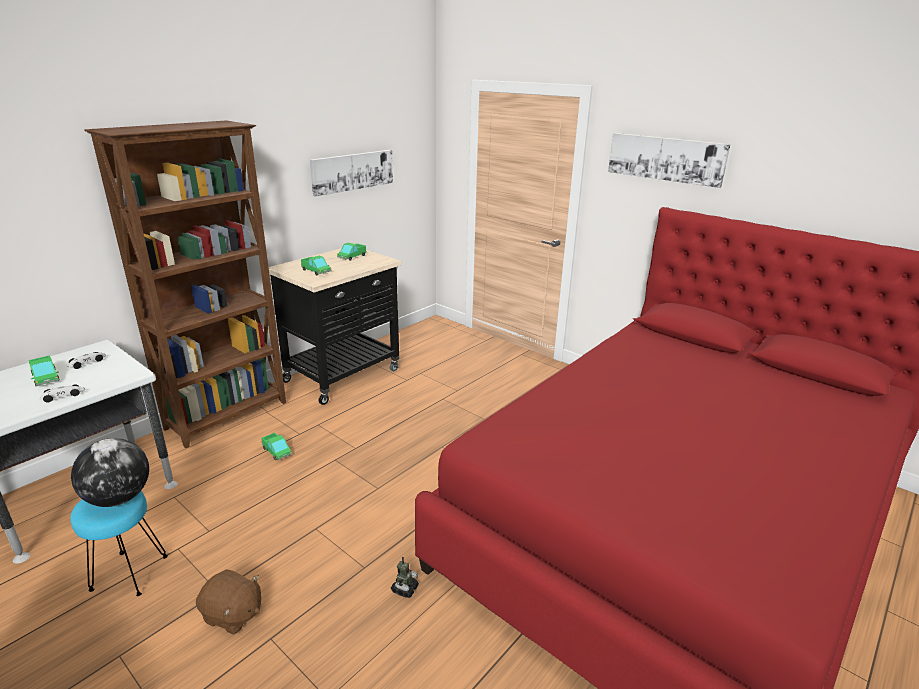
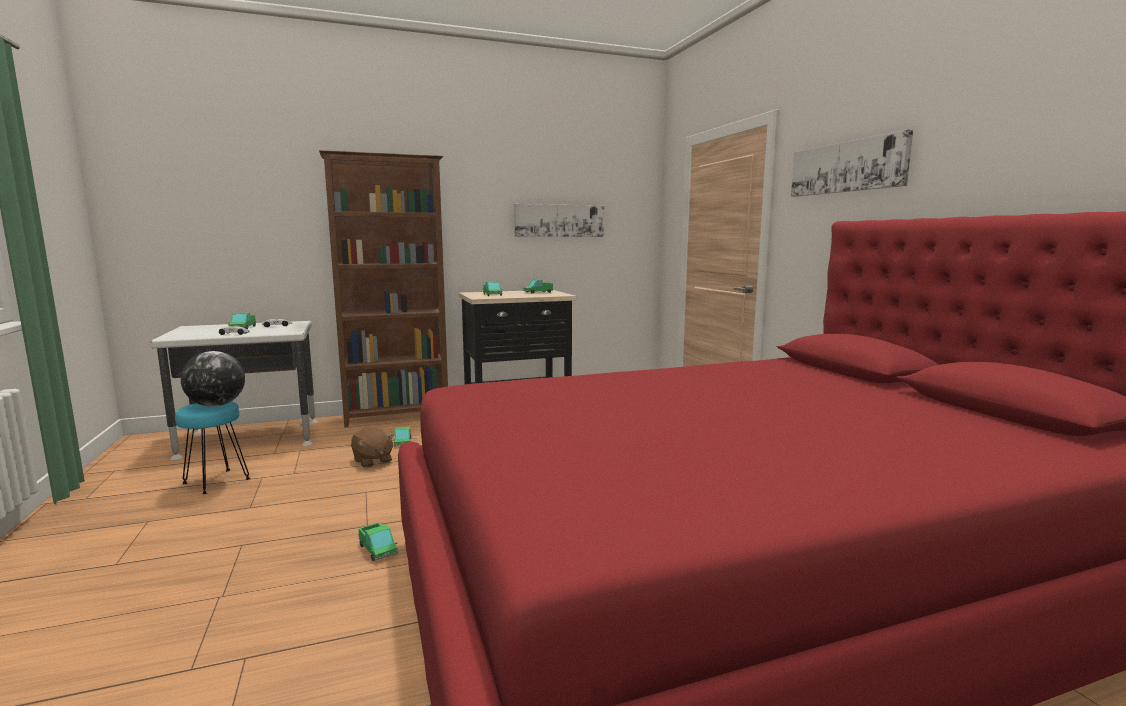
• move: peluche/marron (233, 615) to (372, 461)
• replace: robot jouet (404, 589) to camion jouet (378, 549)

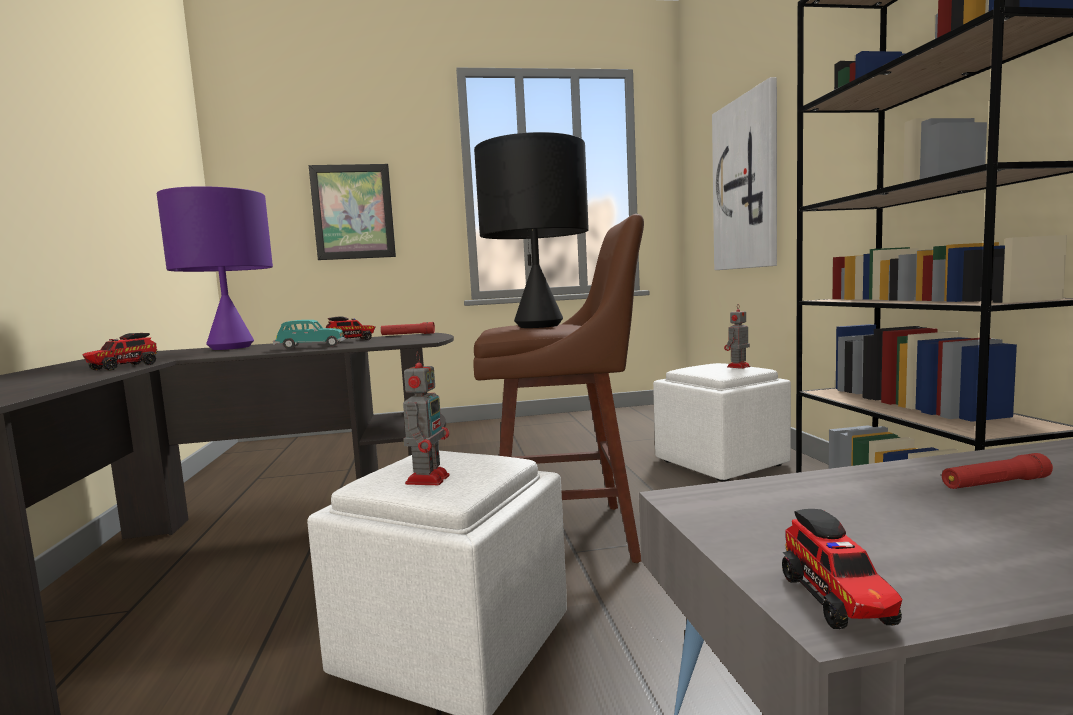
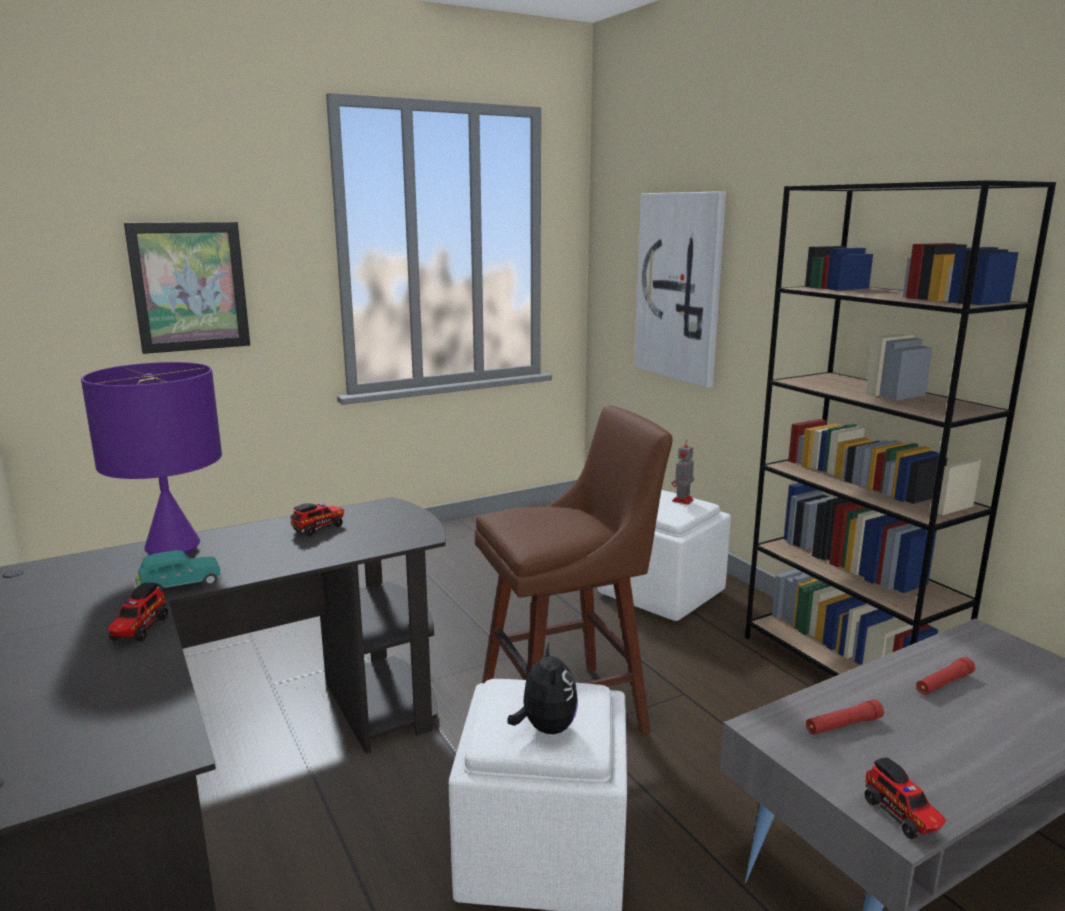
• move: petite voiture/turquoise (310, 347) to (179, 586)
• replace: robot jouet (428, 479) to peluche (545, 728)
• move: lampe de poche/rouge (408, 334) to (843, 725)
• delete: lampe de table/noir (539, 326)

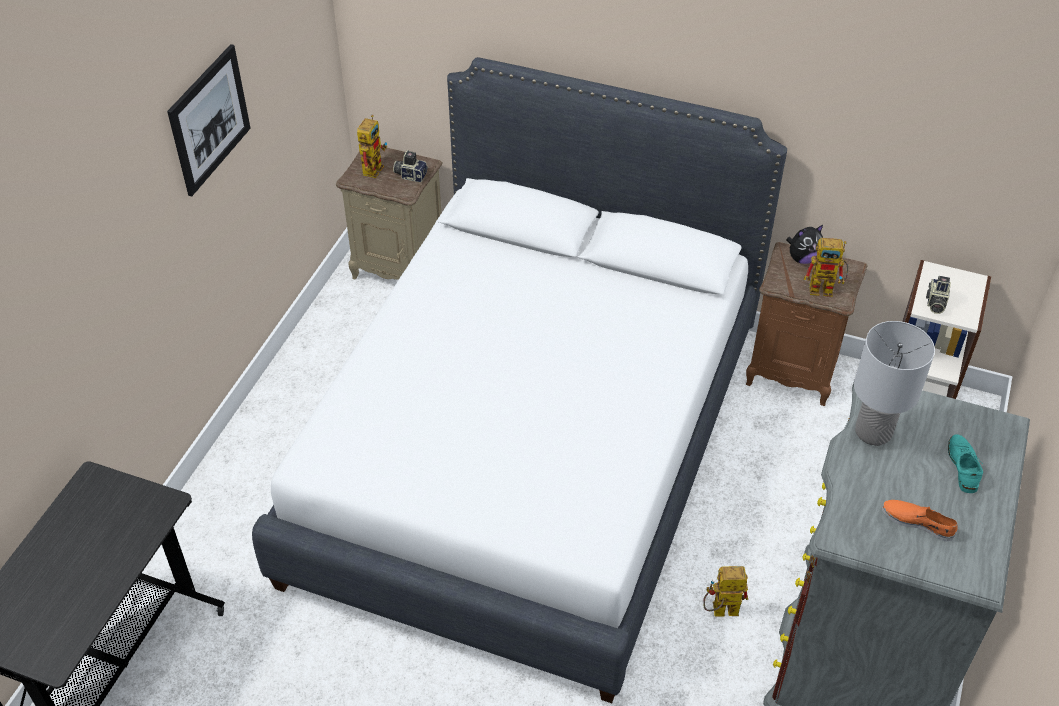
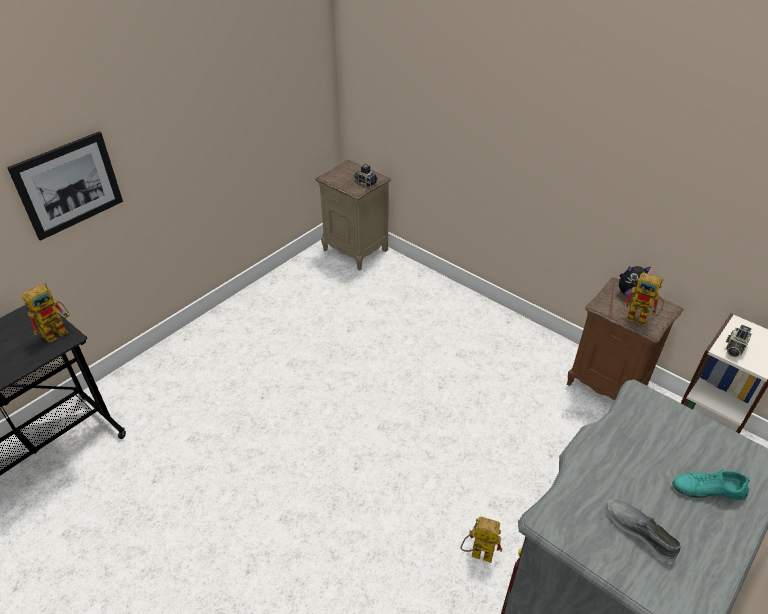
• move: tableau (209, 119) to (69, 185)
• move: robot jouet (373, 167) to (59, 330)
• recolor: chaussure/orange (917, 522) to chaussure/gris (640, 531)
• rotate: chaussure/turquoise (963, 466) = (708, 489) 105 degrees counterclockwise
• delete: lit/blanc (530, 453)
• delete: lampe de table/gris (872, 434)

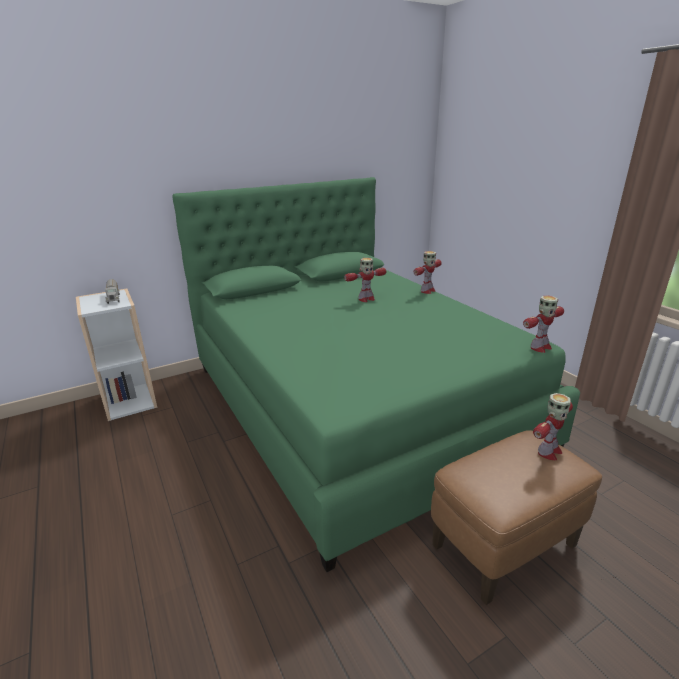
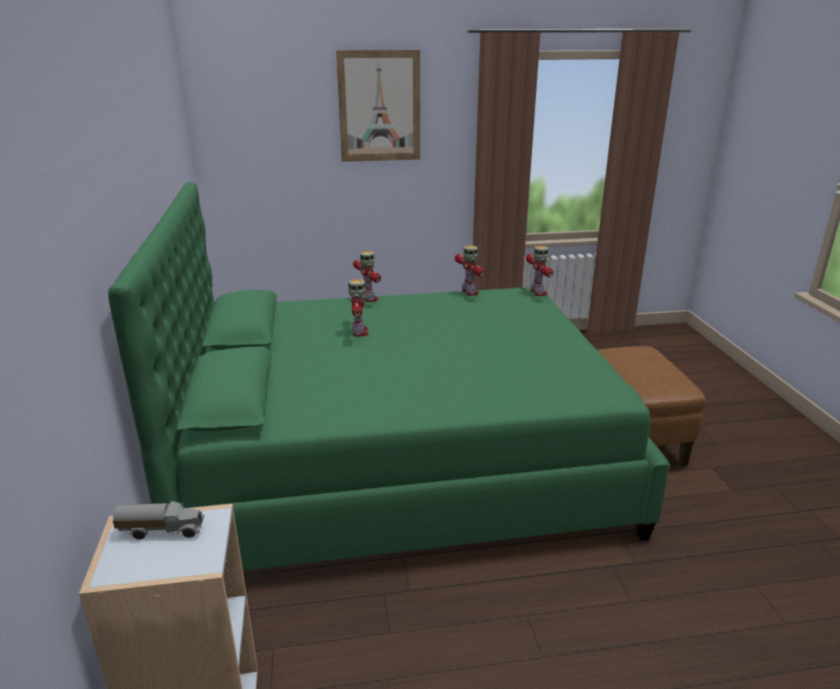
• insert: tableau (379, 106)
• move: robot jouet (548, 452) to (469, 292)

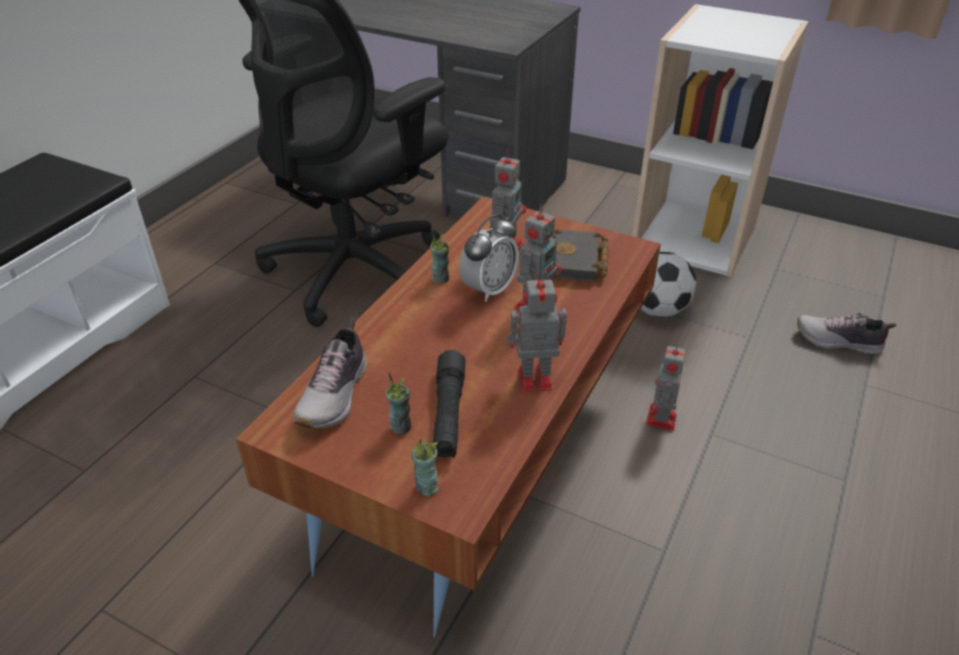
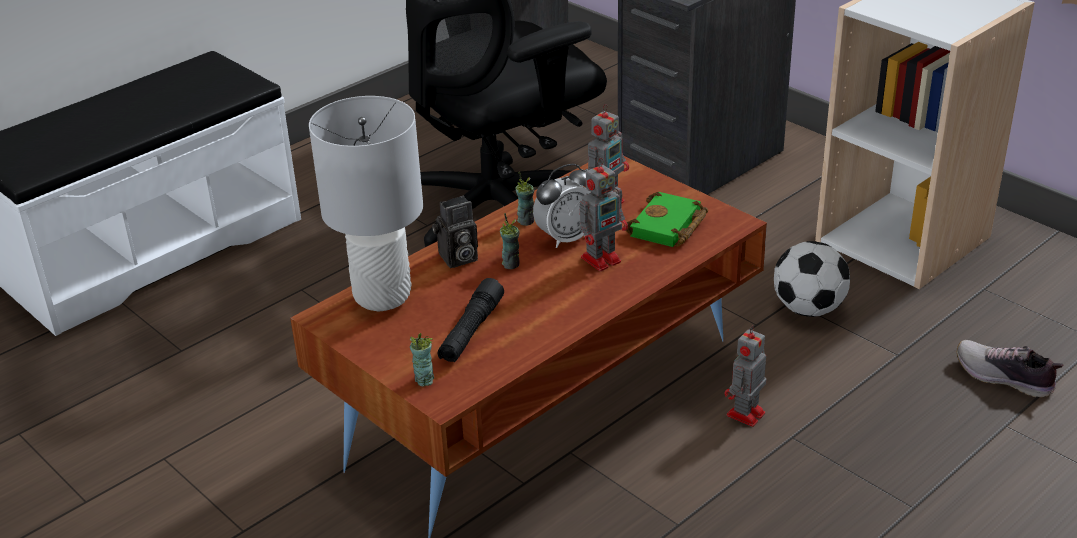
• replace: chaussure (335, 394) to lampe de table/gris (384, 300)
• insert: appareil photo (457, 259)
• move: tasse (401, 426) to (511, 264)
• recolor: livre/noir (578, 262) to livre/vert (668, 227)
• delete: robot jouet (532, 378)

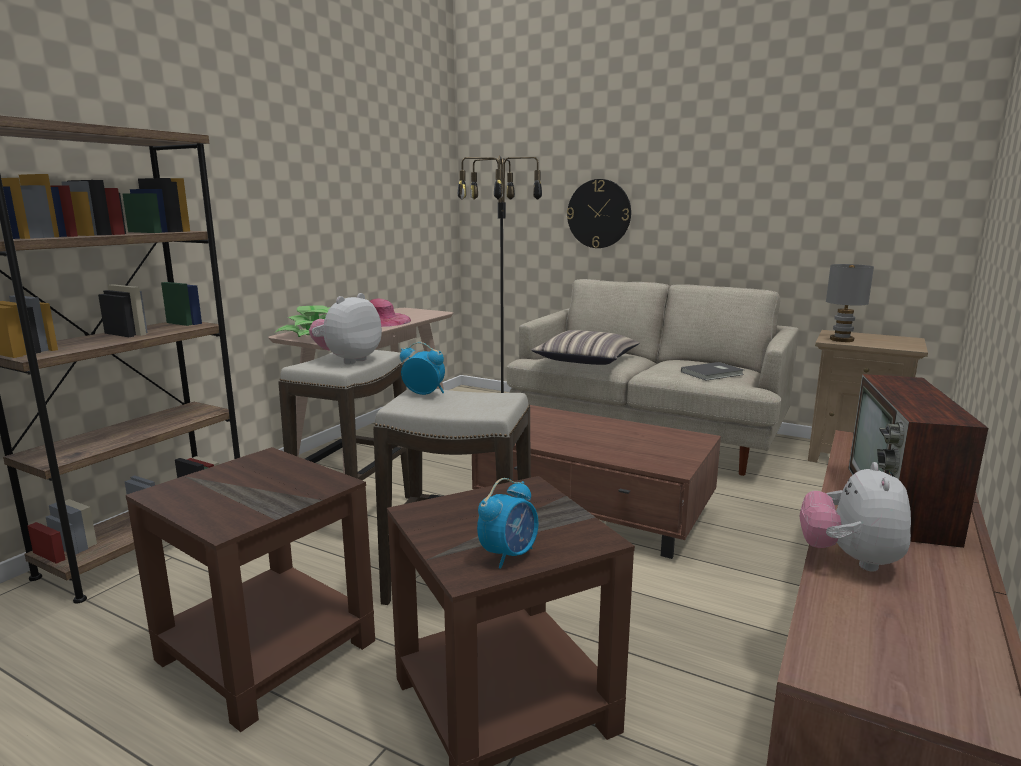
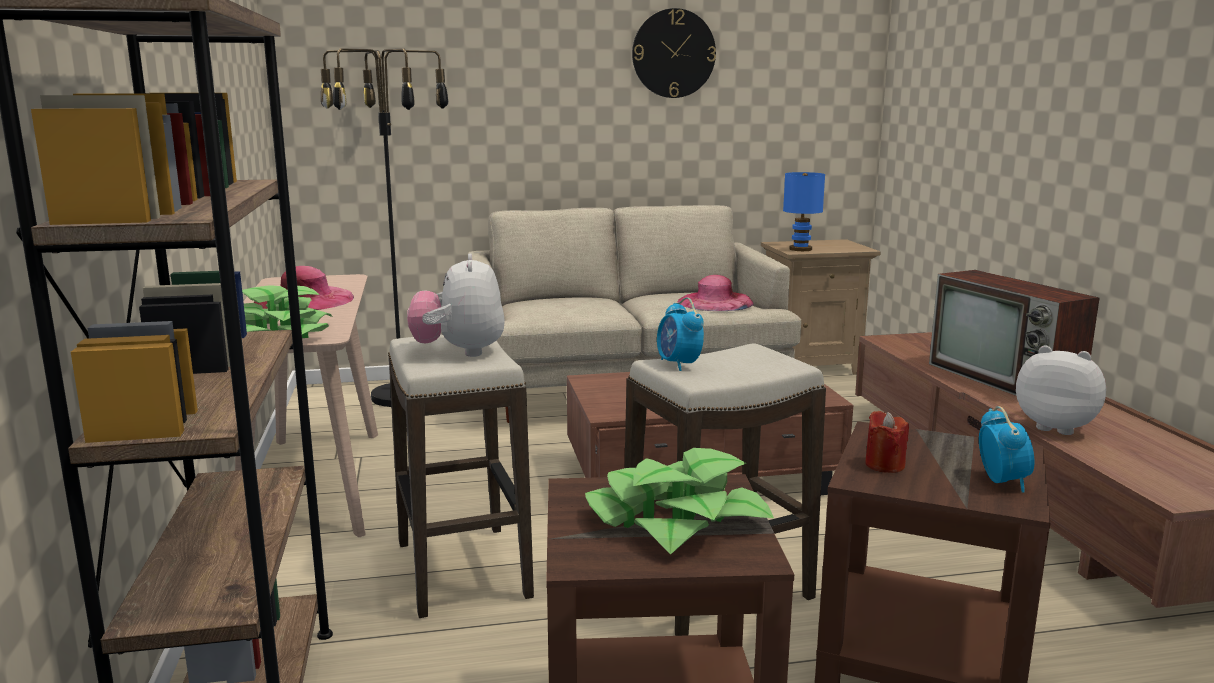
• insert: plante en pot (675, 521)
• move: horloge murale (599, 214) to (673, 53)
• rotate: réveil (424, 393) = (678, 364) 90 degrees counterclockwise
• replace: livre/gris (713, 373) to chapeau/rose (715, 302)
• recolor: lampe de table/gris (842, 340) to lampe de table/bleu (801, 249)
• insert: bougie/rouge (884, 465)
• rotate: peluche (850, 559) = (1056, 427) 150 degrees clockwise
• delete: coussin (586, 360)

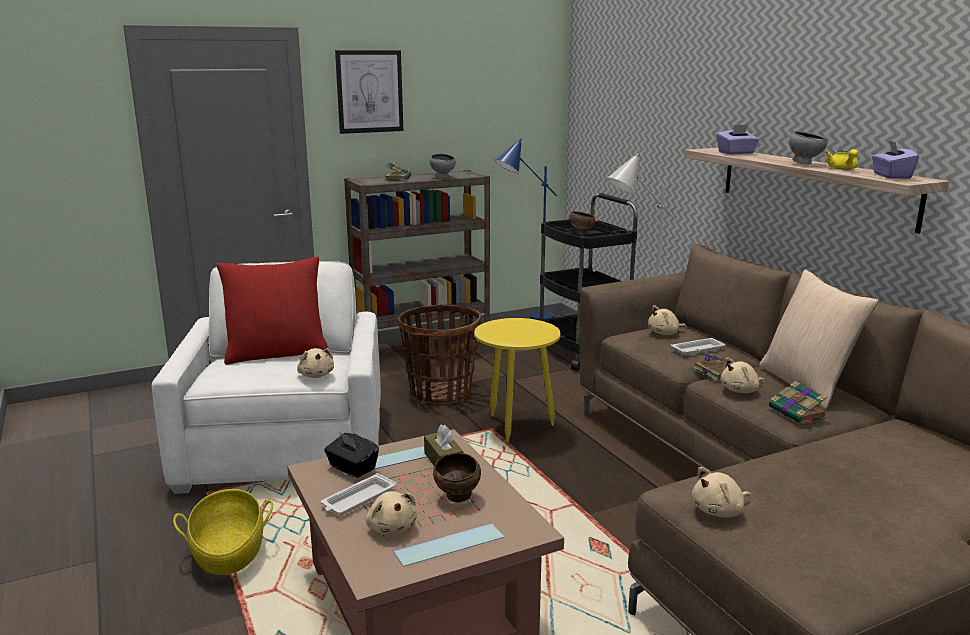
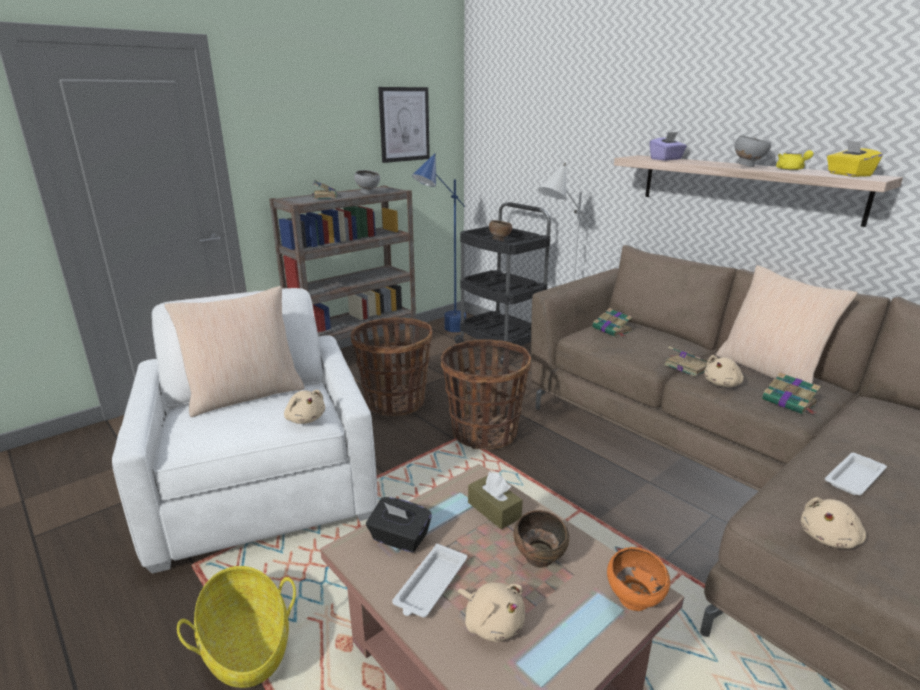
• recolor: coussin/rouge (277, 353) to coussin/beige (245, 395)
• move: tableau (369, 91) to (404, 124)
• replace: table d'appoint/jaune (516, 429) to panier (483, 433)
• replace: peluche/beige (665, 333) to livre (612, 330)
• insert: bol/orange (634, 603)
• move: plateau/blanc (698, 349) to (854, 477)
• recolor: boîte à mouchoirs/violet (891, 176) to boîte à mouchoirs/jaune (848, 175)

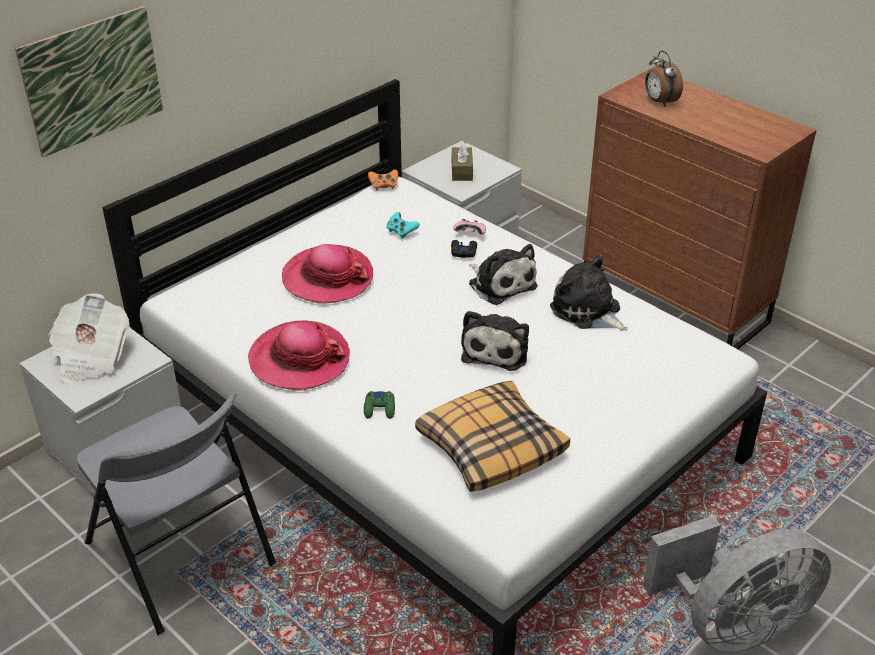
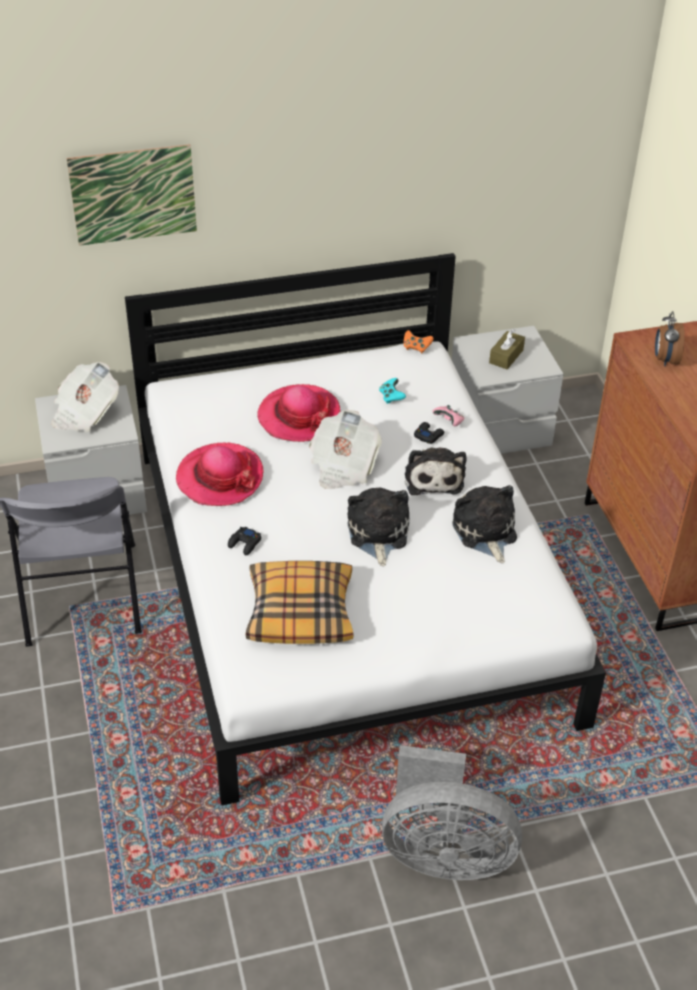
• recolor: manette/vert (380, 408) to manette/noir (245, 544)
• insert: journal (343, 466)
• rotate: peluche (496, 350) = (377, 534) 135 degrees clockwise

